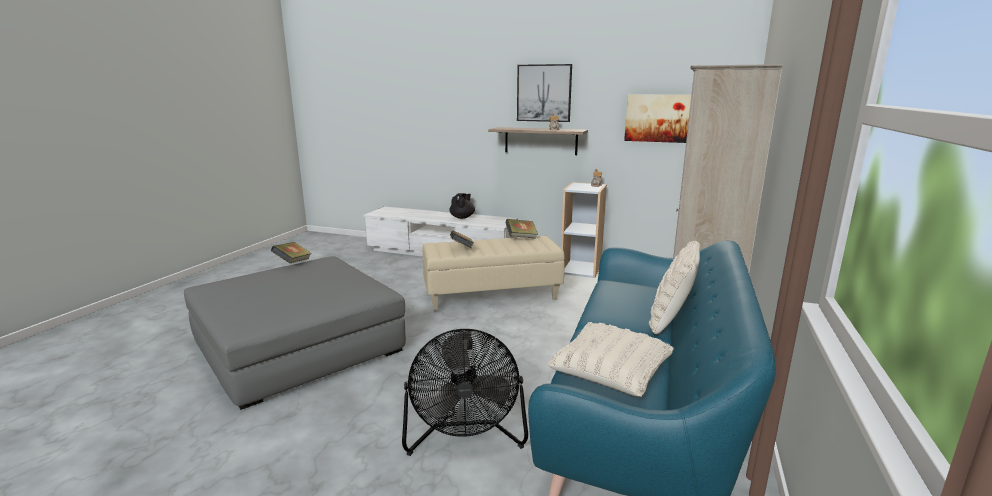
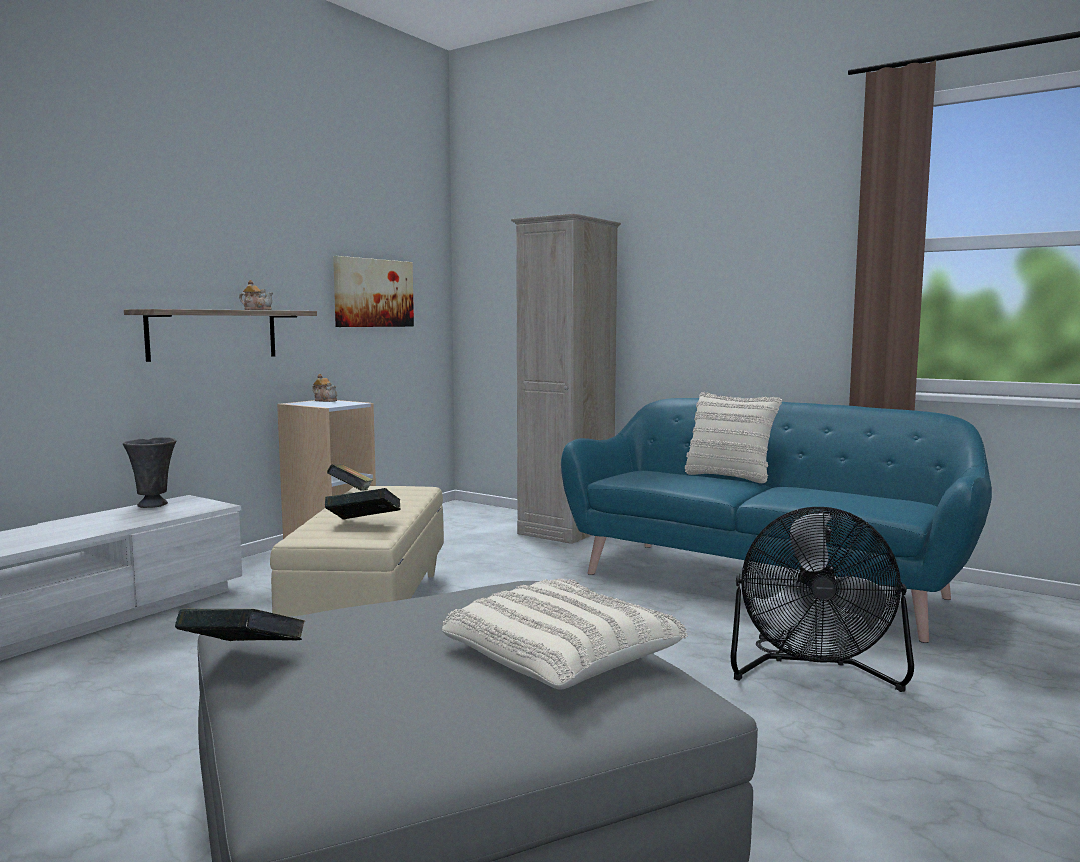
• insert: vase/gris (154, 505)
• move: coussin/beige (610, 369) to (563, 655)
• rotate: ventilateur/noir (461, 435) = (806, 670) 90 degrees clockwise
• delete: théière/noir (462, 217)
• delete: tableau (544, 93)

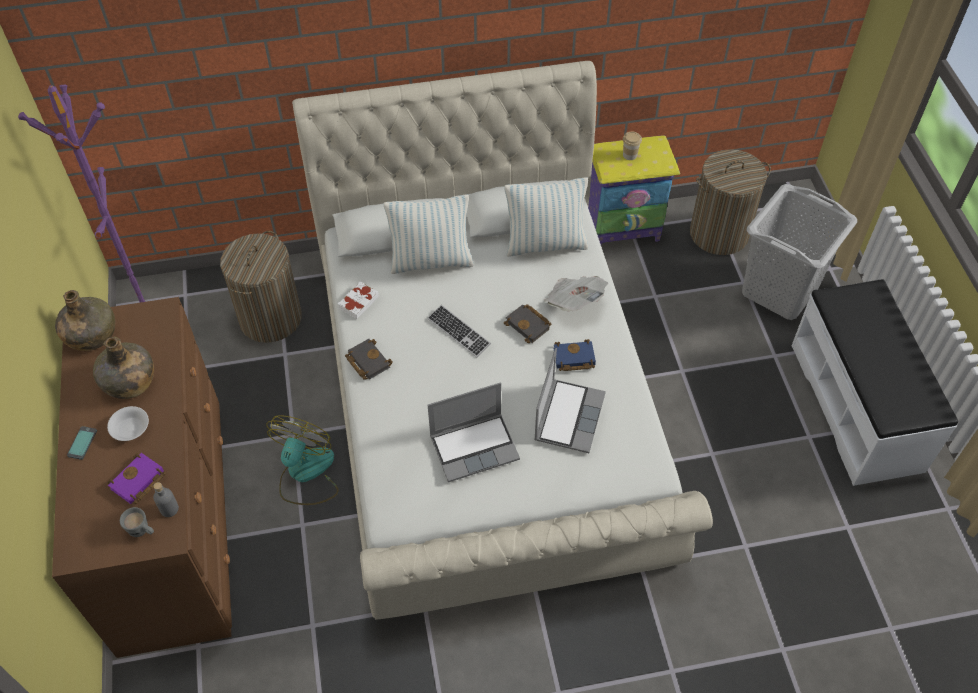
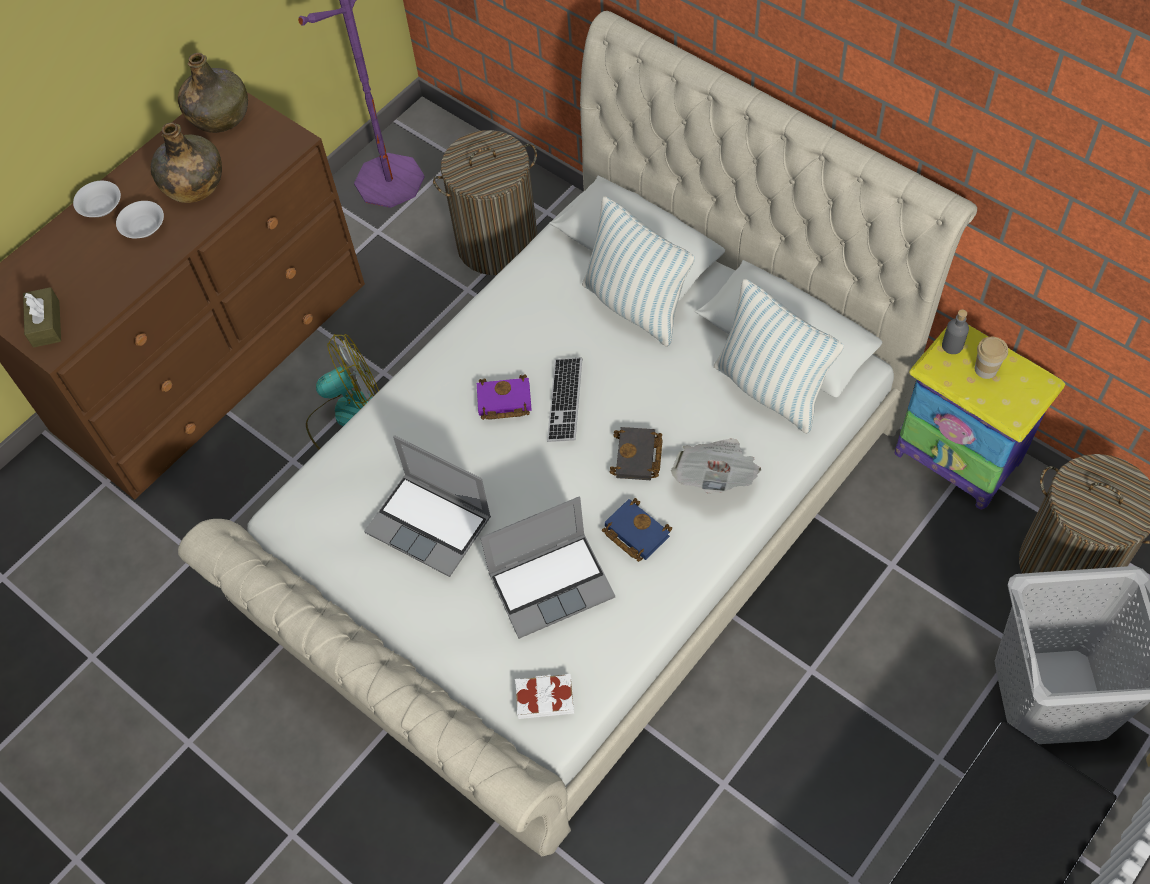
• replace: mug/gris (142, 531) to boîte à mouchoirs/marron (46, 324)
• replace: téléphone (82, 443) to bol/blanc (100, 207)
• move: livre/violet (138, 482) to (503, 402)
• move: livre/blanc (358, 302) to (544, 698)
• move: bouteille/gris (169, 509) to (952, 346)
• delete: livre/noir (367, 361)

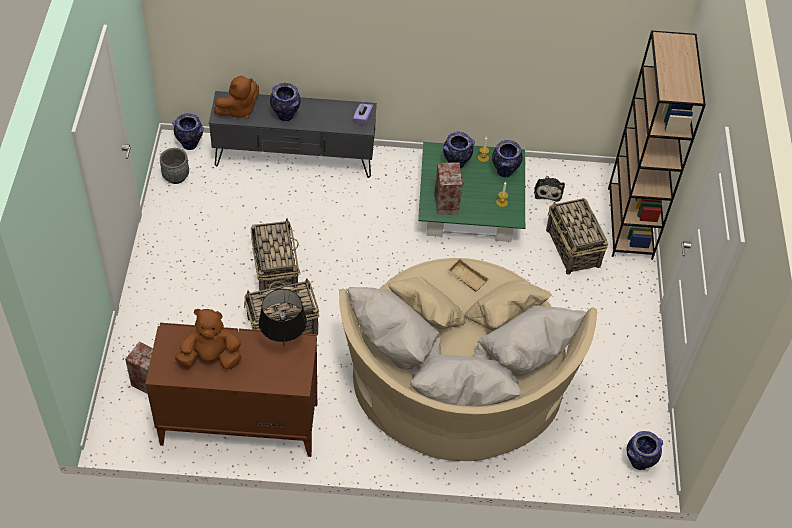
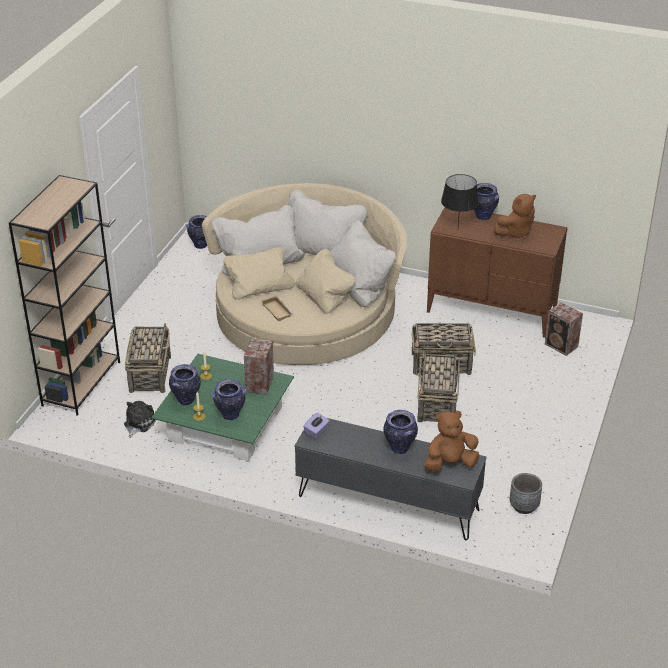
• move: vase (190, 145) to (482, 216)
• rotate: peluche/marron (211, 358) = (515, 232) 45 degrees counterclockwise

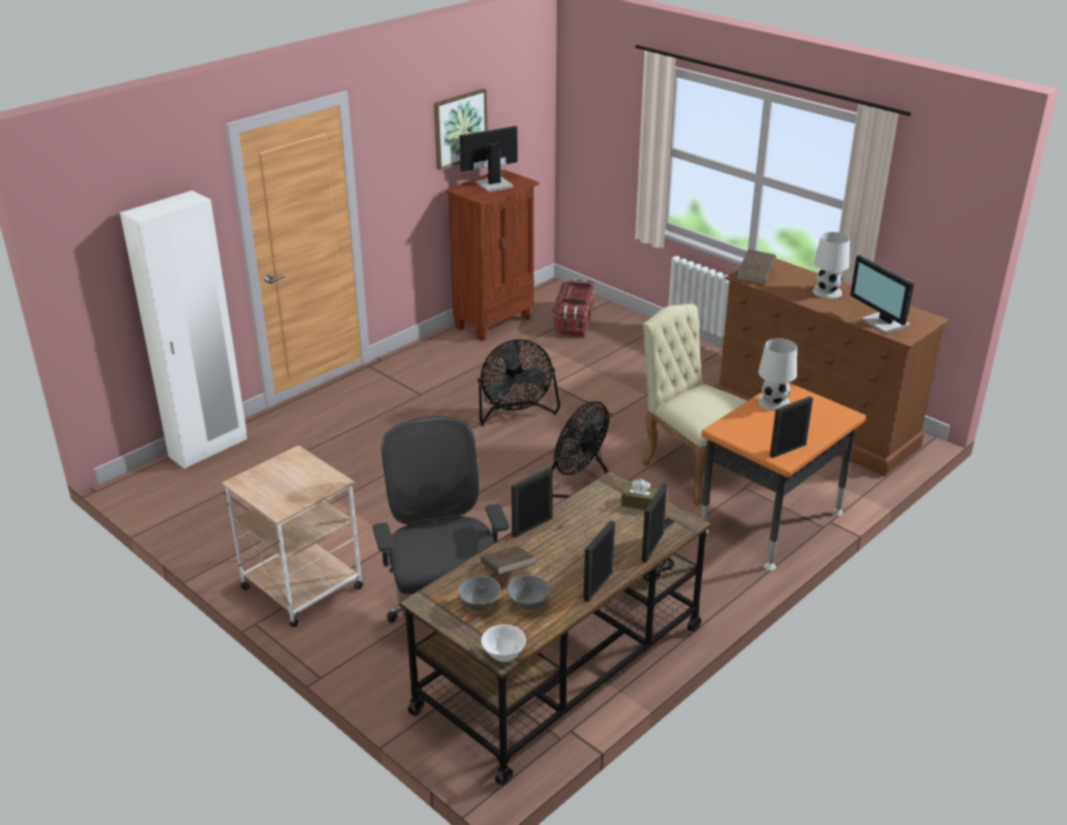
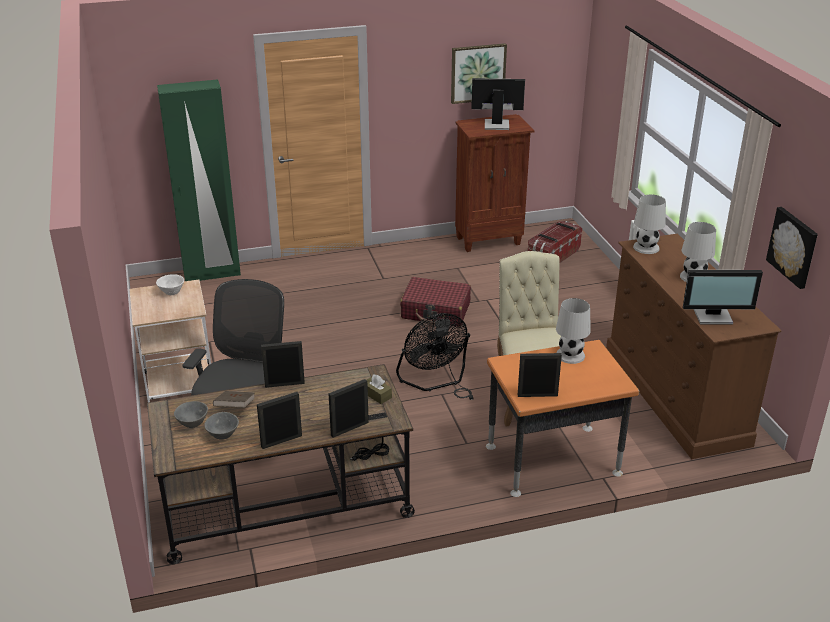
• move: bol/blanc (504, 654) to (172, 291)
• recolor: armoire/blanc (209, 448) to armoire/vert (212, 274)
• replace: ventilateur/noir (512, 412) to valise/rouge (436, 311)
• replace: livre/marron (755, 275) to lampe de table/blanc (645, 247)
• rotate: écran d'ordinateur (884, 323) = (713, 316) 90 degrees counterclockwise
• insert: tableau (793, 247)

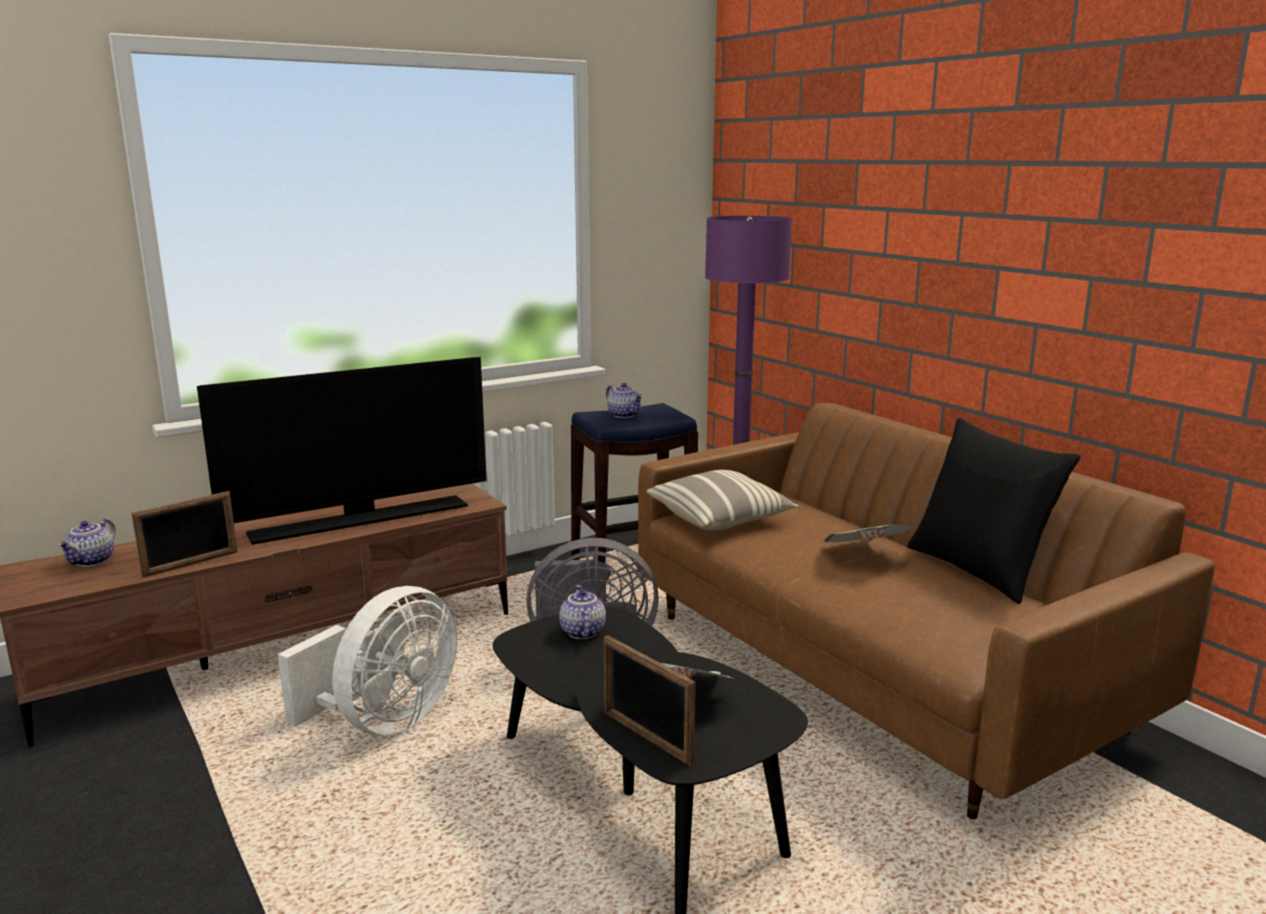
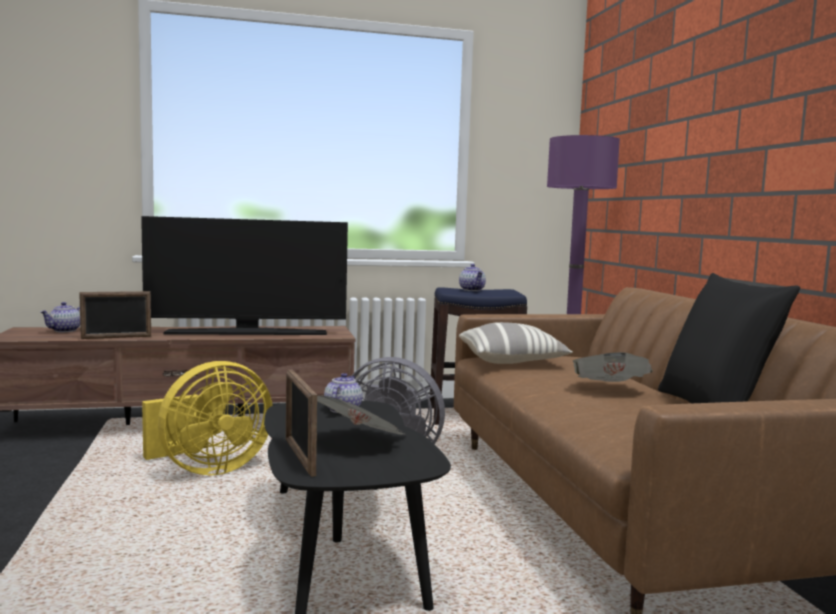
• recolor: ventilateur/blanc (385, 721) to ventilateur/jaune (208, 469)

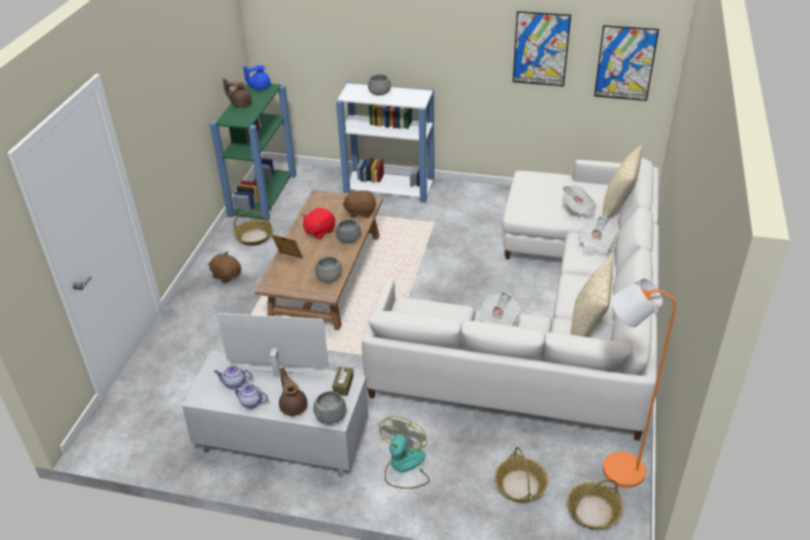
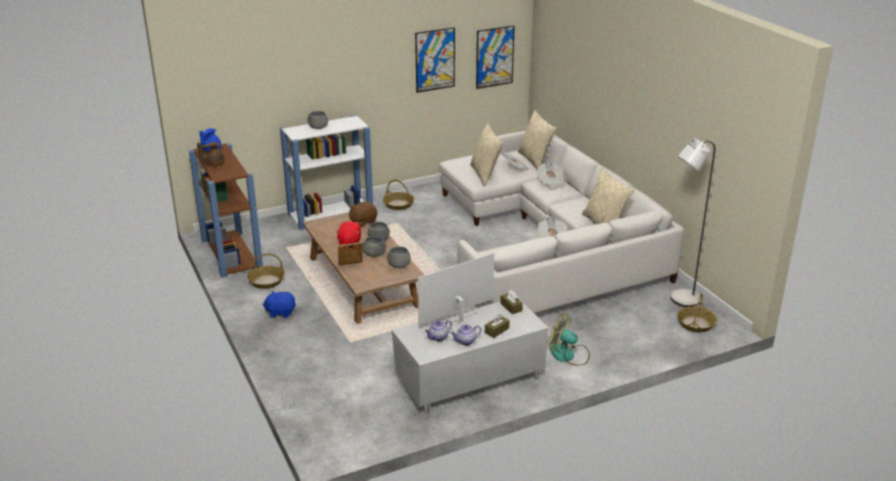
• recolor: bibliothèque/vert (263, 194) to bibliothèque/marron (231, 253)
• recolor: peluche/marron (226, 275) to peluche/bleu (280, 312)
• move: bol/gris (330, 415) to (374, 253)
• move: panier (520, 485) to (398, 204)
• insert: coussin/beige (485, 174)
• replace: théière/marron (293, 406) to boîte à mouchoirs/marron (496, 330)
• rotate: ventilateur (404, 467) = (568, 355) 45 degrees counterclockwise
• recolor: lampadaire/orange (615, 468) to lampadaire/gris (680, 300)

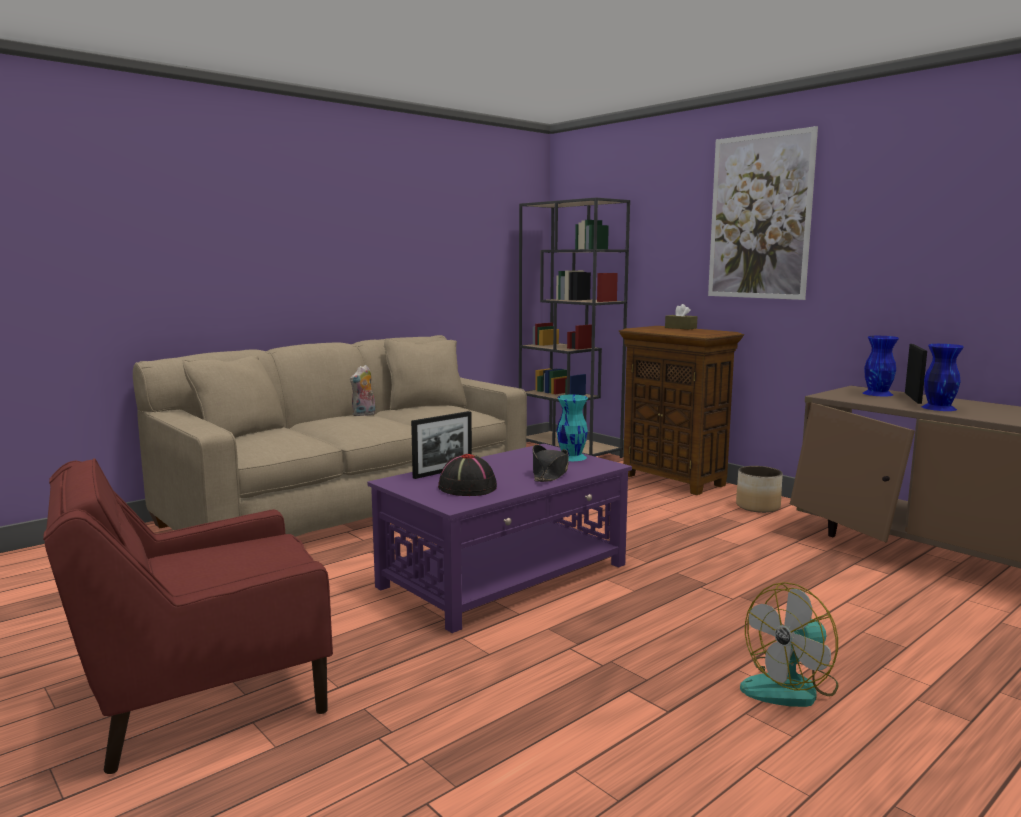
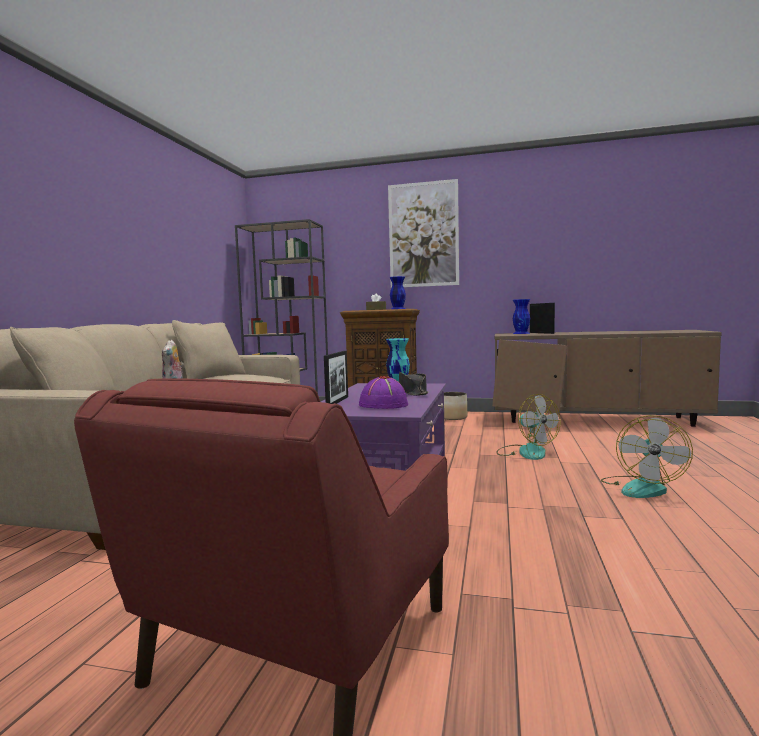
• recolor: chapeau/noir (466, 487) to chapeau/violet (383, 405)
• move: vase/bleu (938, 408) to (397, 309)
• insert: ventilateur (526, 452)

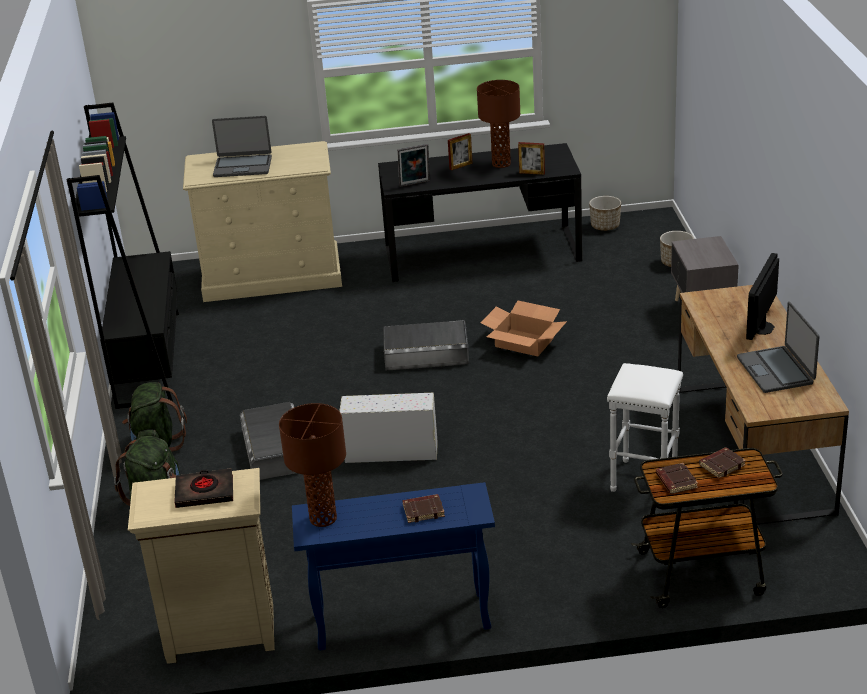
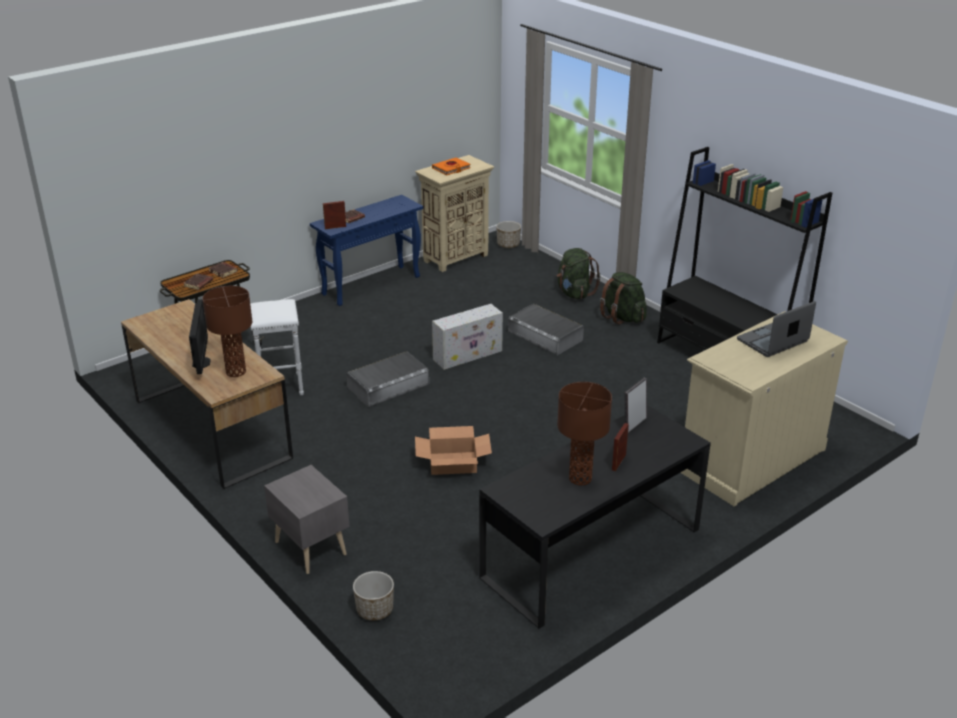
• move: lampe de table/marron (323, 518) to (236, 372)
• move: cadre photo (532, 173) to (335, 227)
• move: boîte de rangement/gris (426, 354) to (388, 385)
• recolor: livre/noir (205, 492) to livre/orange (451, 169)
• move: cache-pot (605, 226) to (508, 245)
• delete: ordinateur portable (776, 370)

